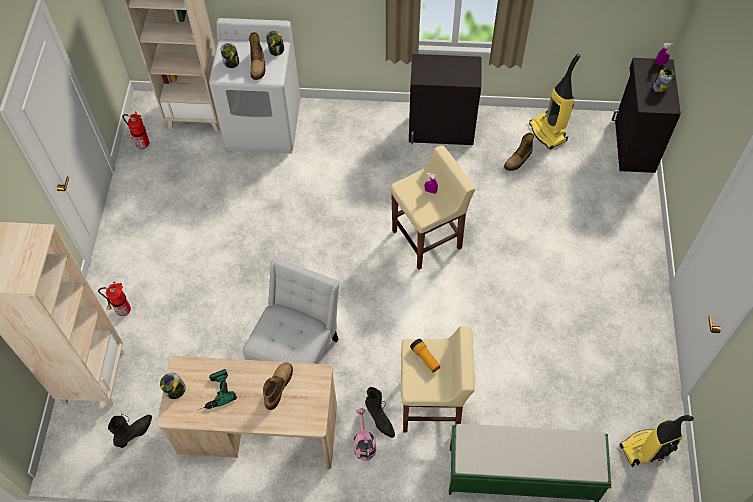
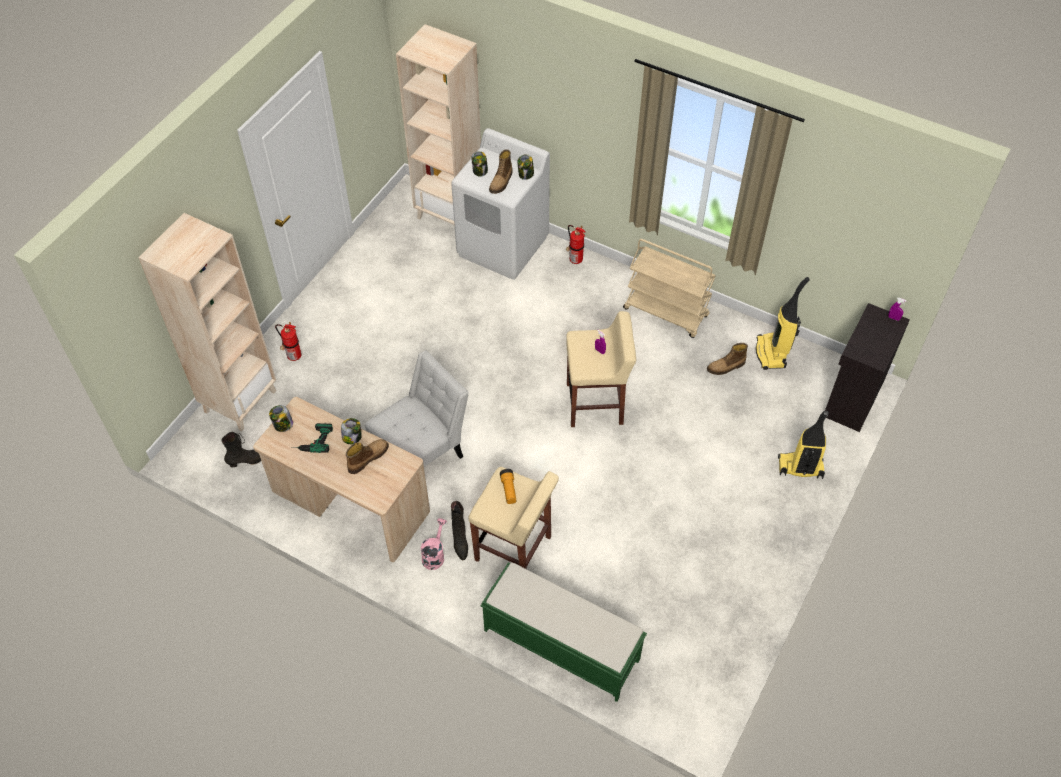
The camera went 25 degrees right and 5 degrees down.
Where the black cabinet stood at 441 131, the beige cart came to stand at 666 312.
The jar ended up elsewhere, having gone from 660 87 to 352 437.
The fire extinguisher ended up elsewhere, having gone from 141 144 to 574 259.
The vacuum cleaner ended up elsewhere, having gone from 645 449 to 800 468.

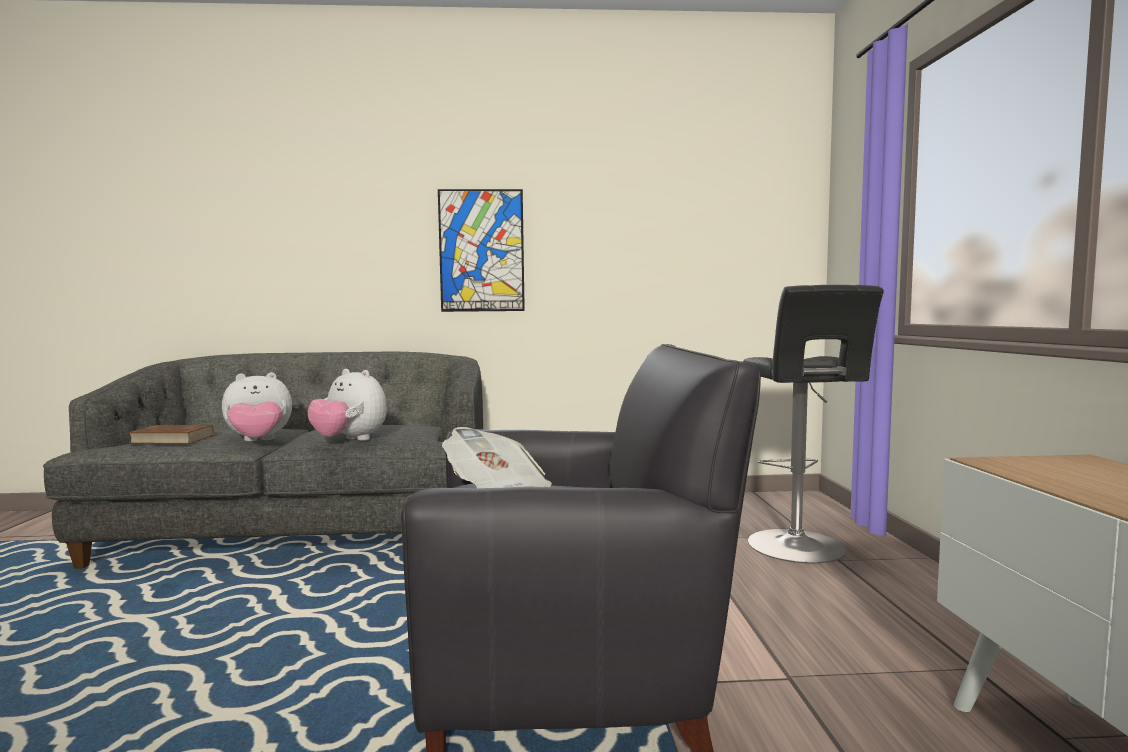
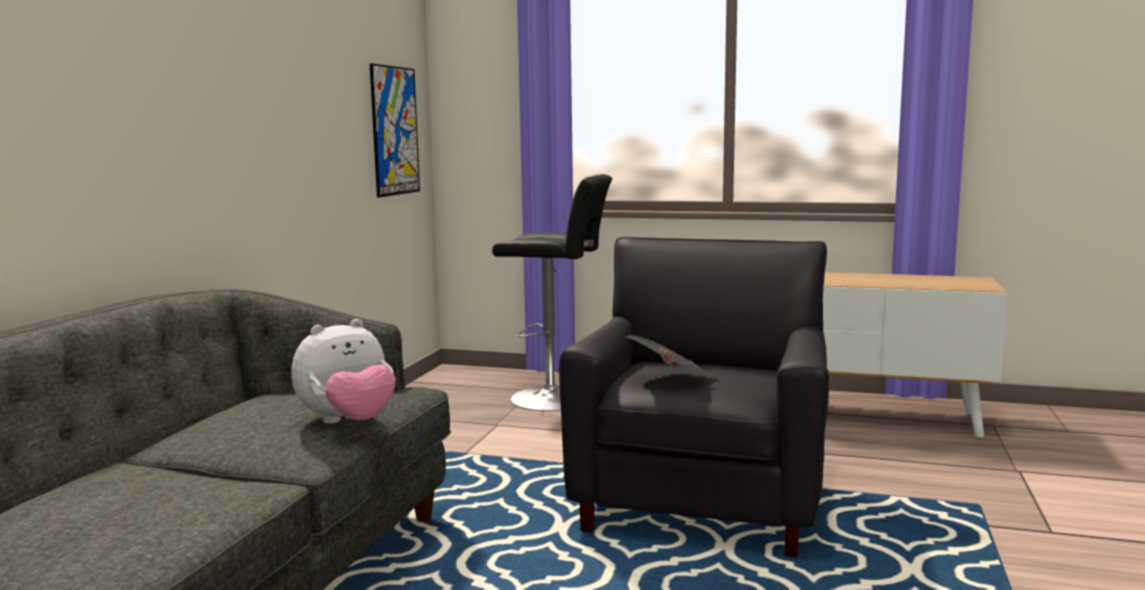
The camera went 70 degrees left and 5 degrees up.
The picture ended up elsewhere, having gone from 481 251 to 395 131.
The second view lost the plush toy at 258 441.
The second view lost the brown book at 172 439.

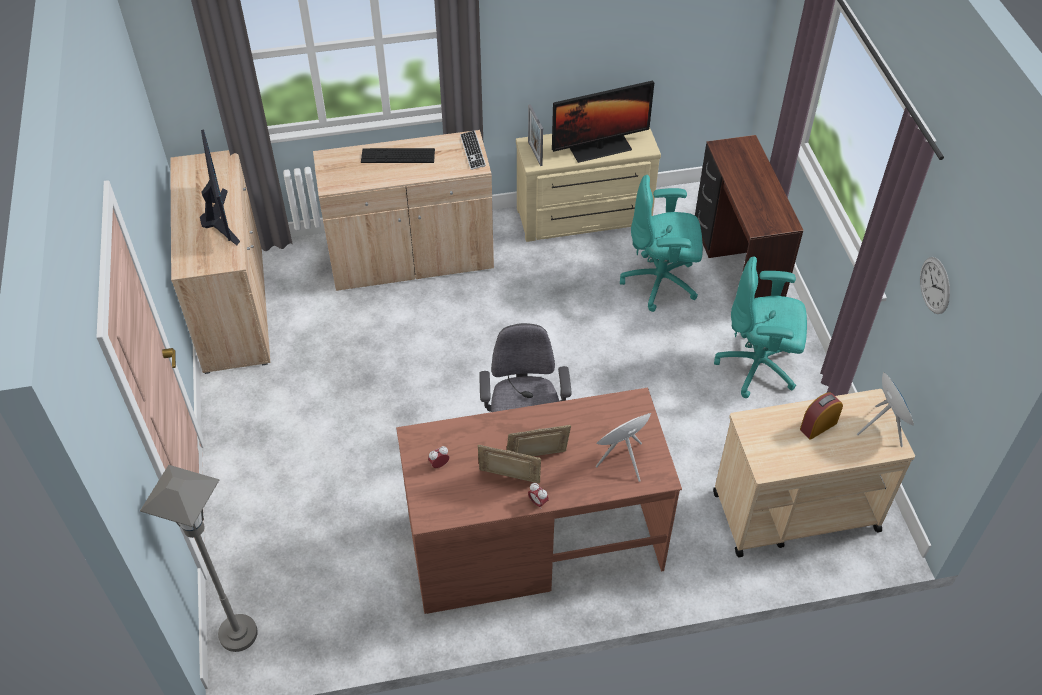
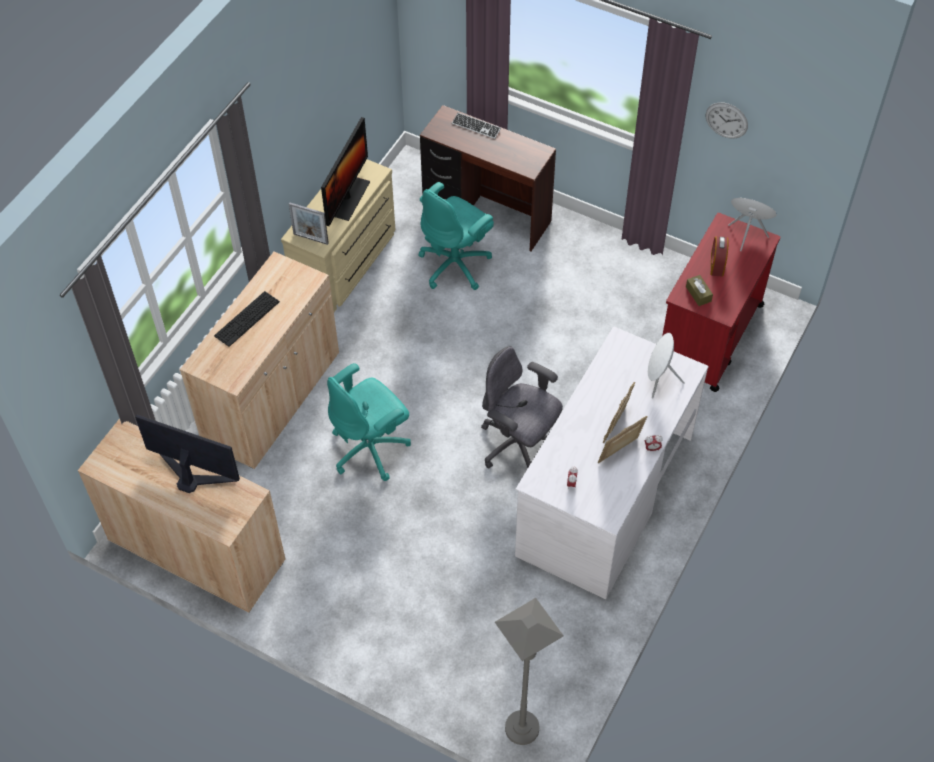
The camera went 50 degrees left and 5 degrees up.
The keyboard ended up elsewhere, having gone from 472 151 to 476 126.
The turquoise office chair ended up elsewhere, having gone from 758 367 to 371 448.
What was the brown desk at 533 541 turned into the white desk at 604 496.
What was the beige cart at 794 511 turned into the red cart at 709 336.
The second view gained the brown tissue box at 698 294.

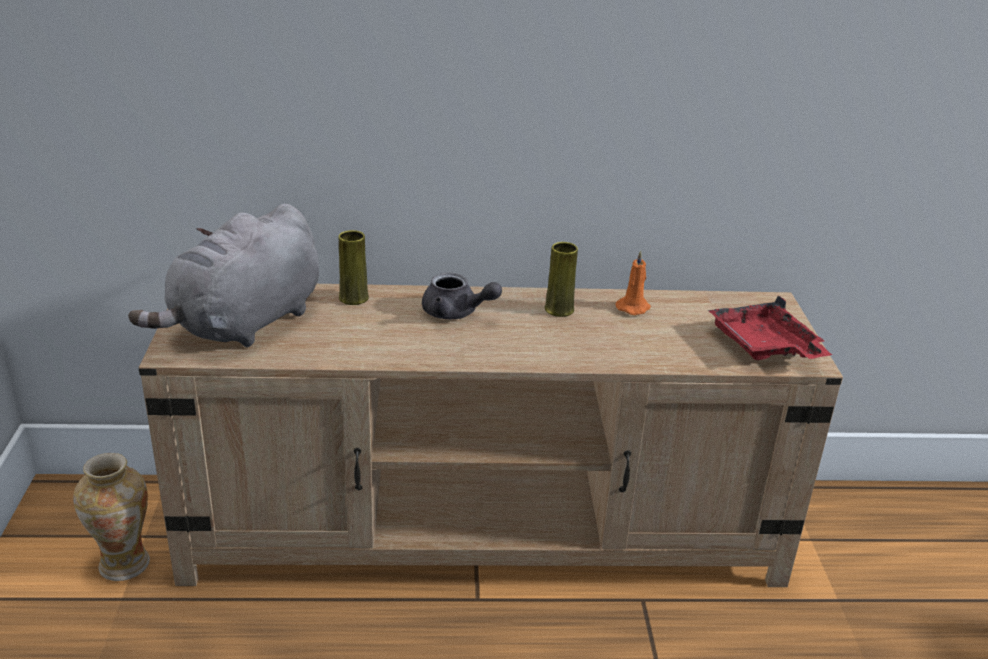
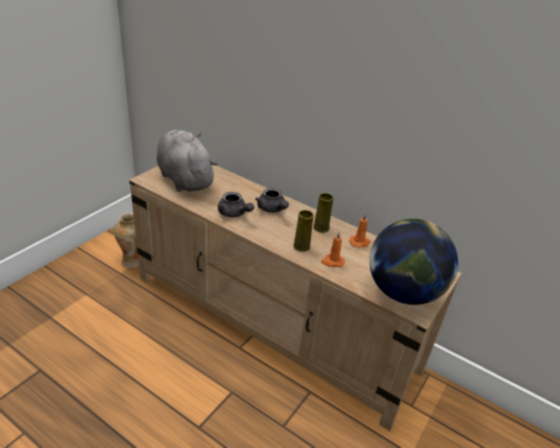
The camera went 35 degrees right and 5 degrees up.
The grey plush toy at 244 324 ended up facing another way, 75 degrees clockwise from before.
The yellow vase ended up elsewhere, having gone from 353 298 to 301 246.
Where the red tray stood at 764 346, the globe came to stand at 403 292.
The second view gained the grey teapot at 234 214.
The second view gained the orange candle at 332 262.

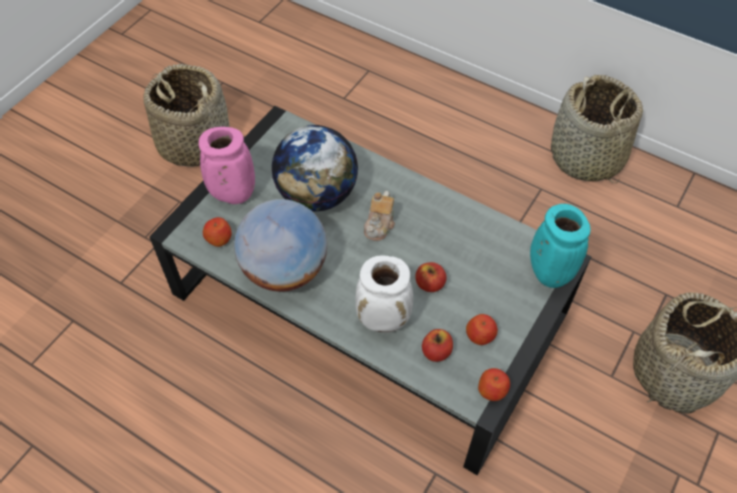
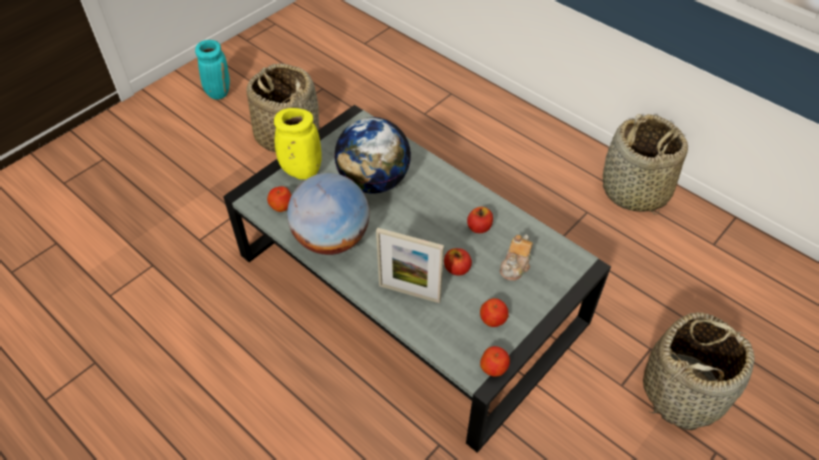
The camera went 10 degrees right and 5 degrees down.
What was the pink vase at 232 195 turned into the yellow vase at 301 172.
The teapot ended up elsewhere, having gone from 379 225 to 515 266.
The turquoise vase ended up elsewhere, having gone from 548 272 to 218 92.
Where the white vase stood at 384 320, the picture frame came to stand at 409 293.
The apple ended up elsewhere, having gone from 436 352 to 479 227.

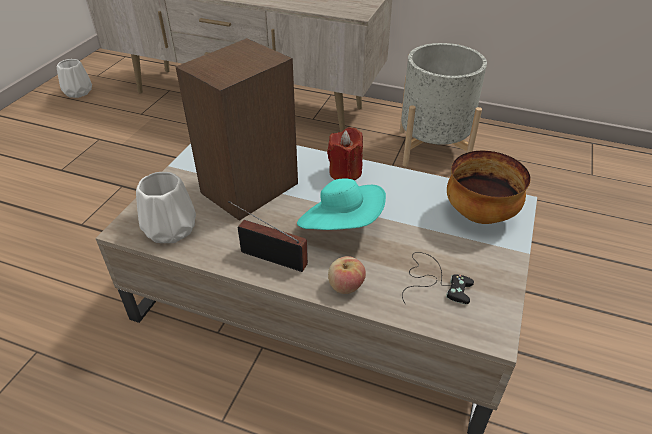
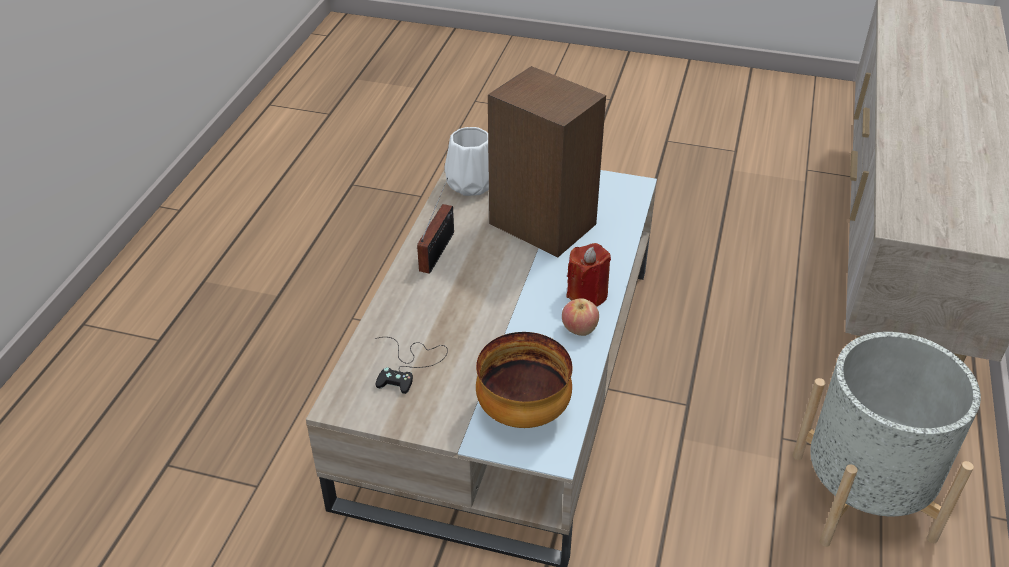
The camera went 85 degrees right and 0 degrees up.
The second view lost the white vase at 78 92.
The second view lost the turquoise hat at 341 225.
The apple ended up elsewhere, having gone from 345 286 to 579 329.

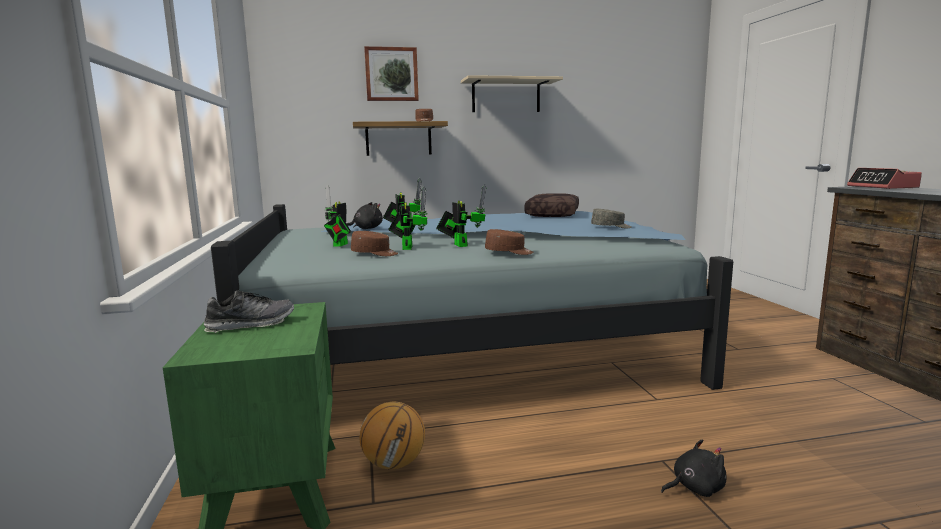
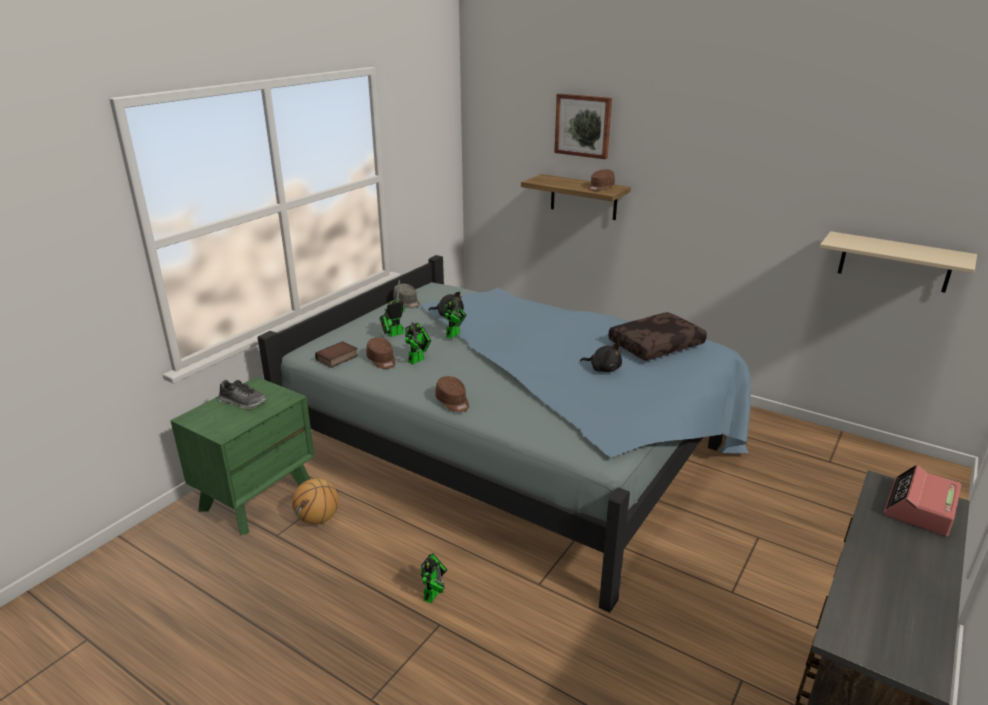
The camera went 45 degrees right and 15 degrees up.
The beige shelf ended up elsewhere, having gone from 506 96 to 895 262.
The toy robot ended up elsewhere, having gone from 459 245 to 433 593.
The grey cap ended up elsewhere, having gone from 611 227 to 407 302.
The black plush toy ended up elsewhere, having gone from 694 488 to 603 369.
The second view gained the book at 337 358.

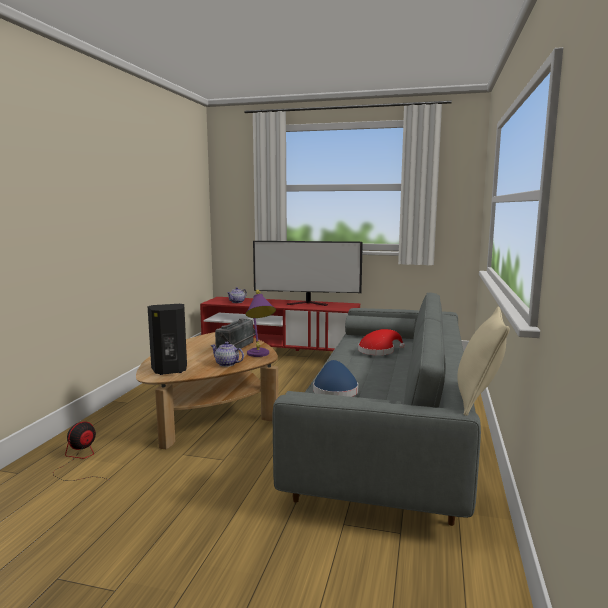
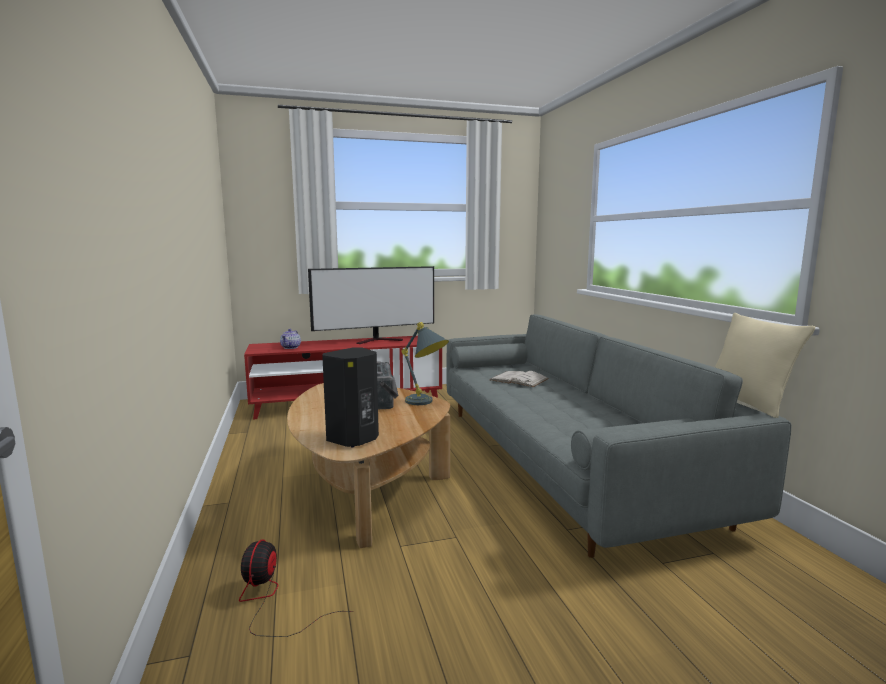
The camera went 30 degrees left and 0 degrees up.
What was the purple table lamp at 259 356 turned into the grey table lamp at 426 403.
Where the red hat stood at 378 351, the white book came to stand at 519 379.
The second view lost the teapot at 227 364.
The second view lost the blue hat at 334 390.

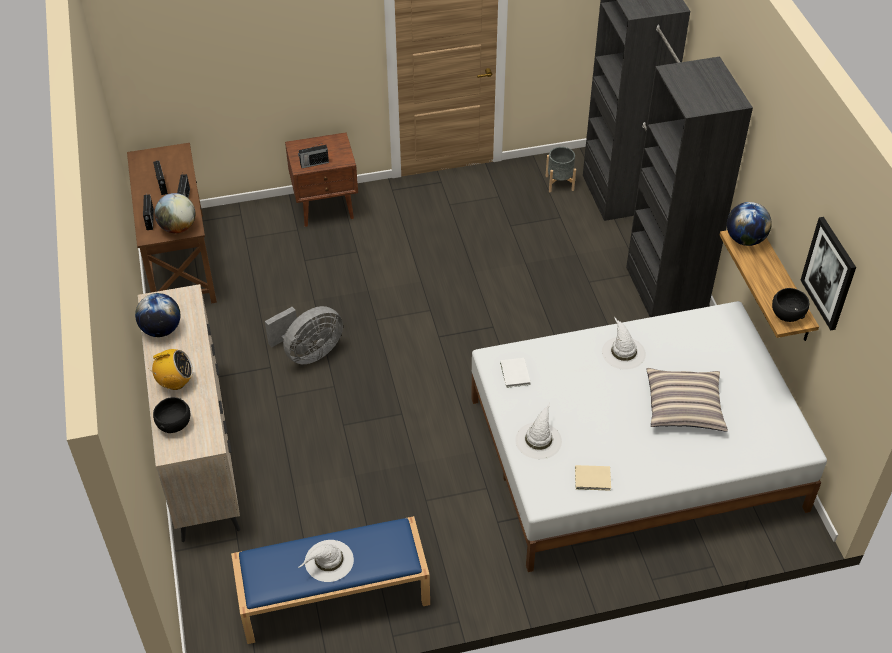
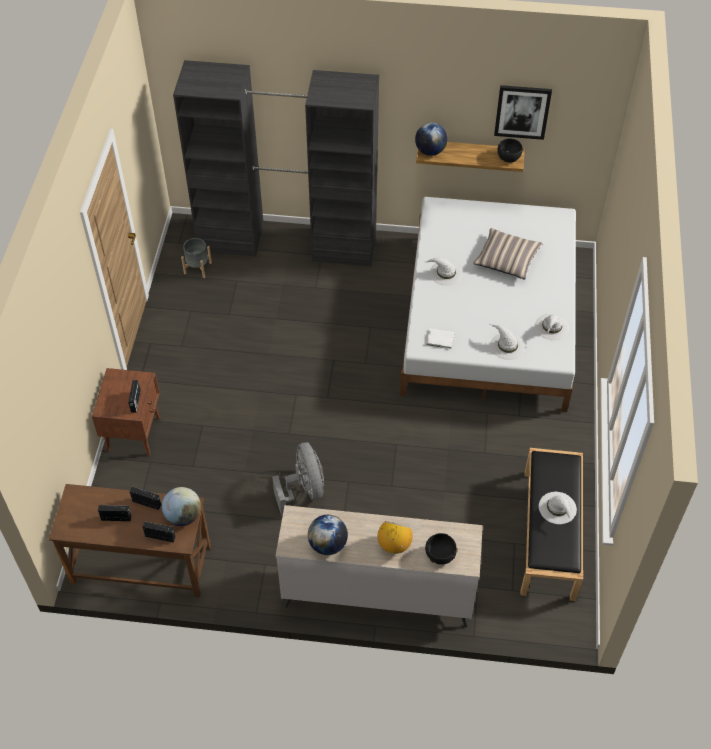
The camera went 70 degrees left and 5 degrees up.
Where the beige book stood at 593 479, the white hat came to stand at 551 327.
What was the blue bench at 332 595 turned into the black bench at 549 534.

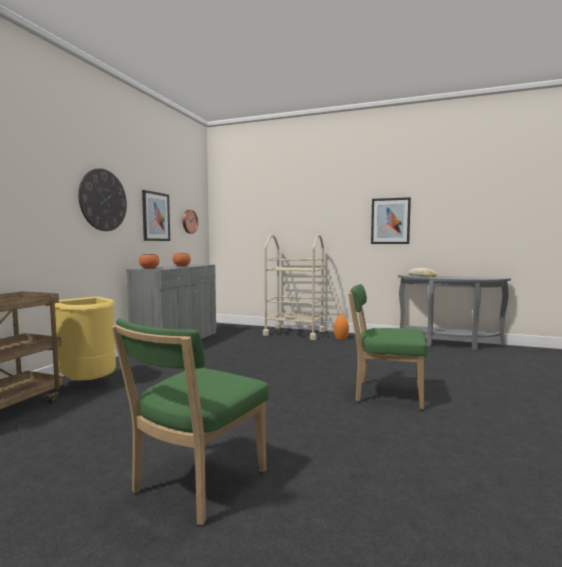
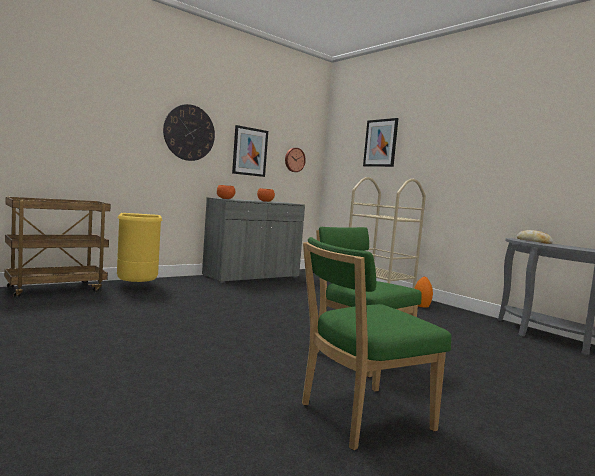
The camera went 30 degrees right and 0 degrees up.
The picture ended up elsewhere, having gone from 390 221 to 380 143.
The green chair ended up elsewhere, having gone from 196 484 to 360 418.

